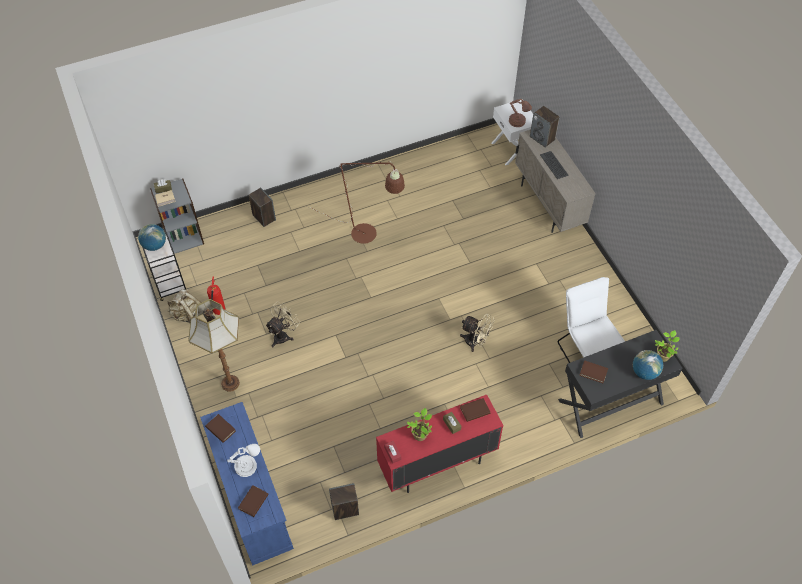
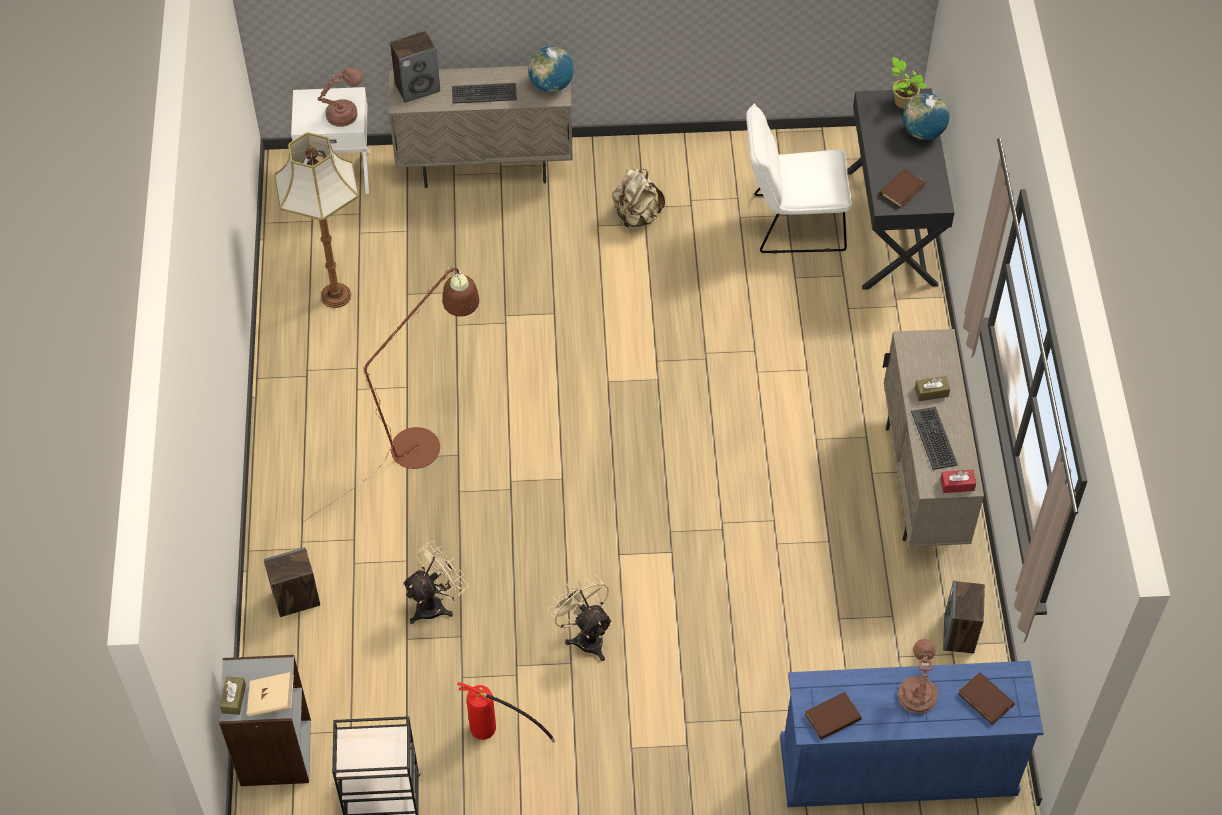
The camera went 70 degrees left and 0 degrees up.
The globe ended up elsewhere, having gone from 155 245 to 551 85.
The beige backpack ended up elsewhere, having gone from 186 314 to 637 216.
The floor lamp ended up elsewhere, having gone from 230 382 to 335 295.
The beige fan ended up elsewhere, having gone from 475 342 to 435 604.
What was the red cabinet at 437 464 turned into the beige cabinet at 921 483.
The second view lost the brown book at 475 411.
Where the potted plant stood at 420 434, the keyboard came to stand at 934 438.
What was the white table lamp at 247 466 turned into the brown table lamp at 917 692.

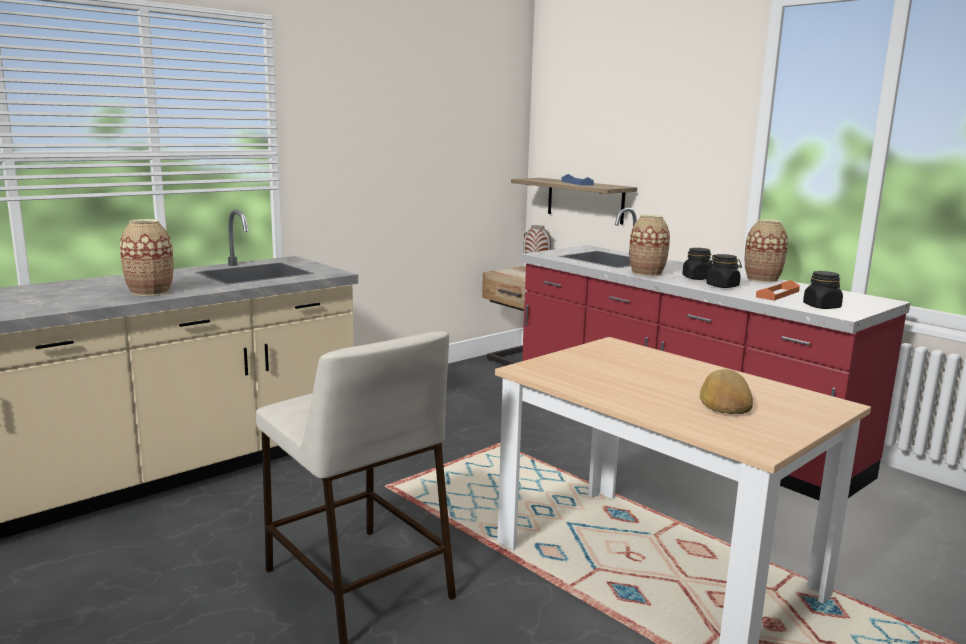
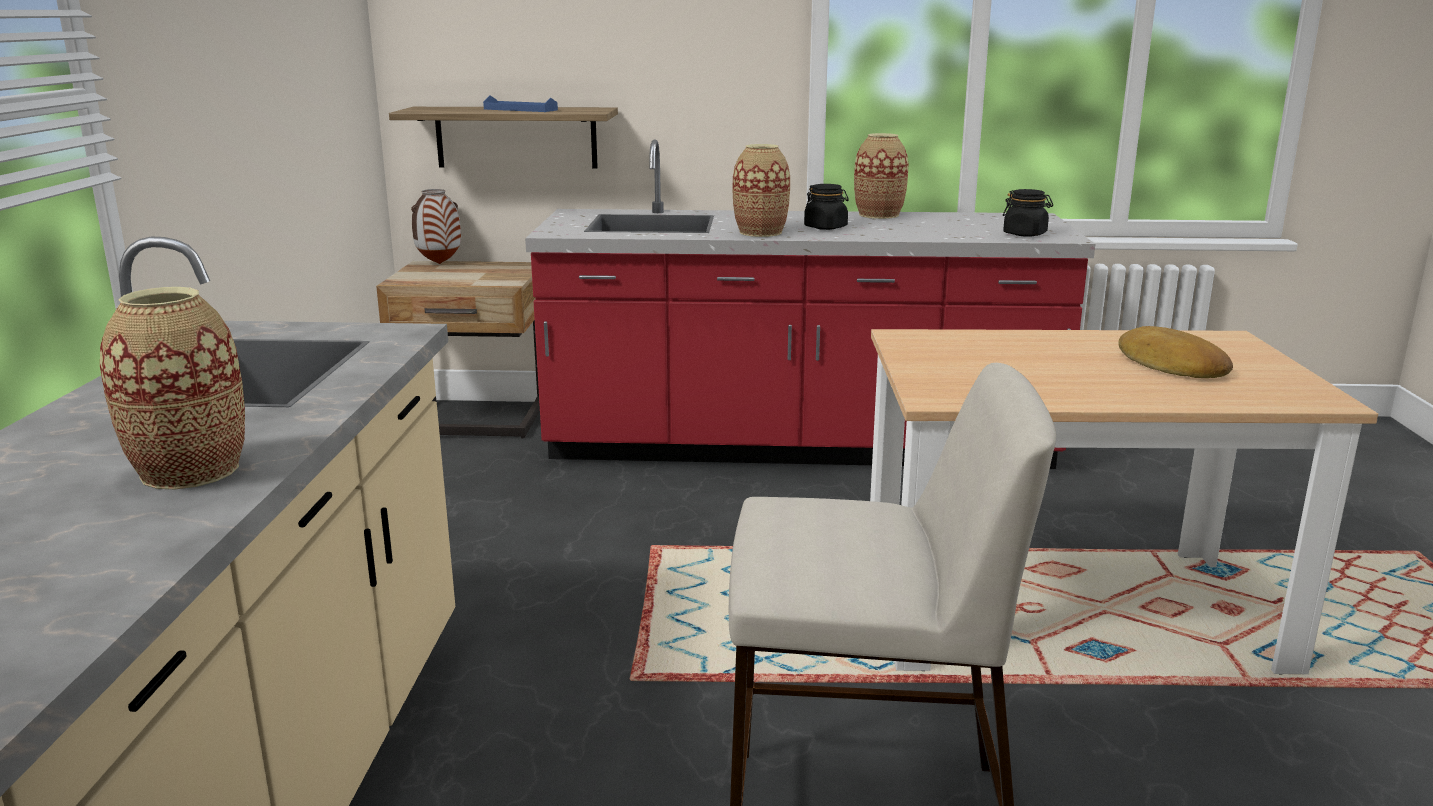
The camera went 45 degrees left and 5 degrees up.
The second view lost the black jar at 722 286.
The second view lost the orange tray at 777 294.

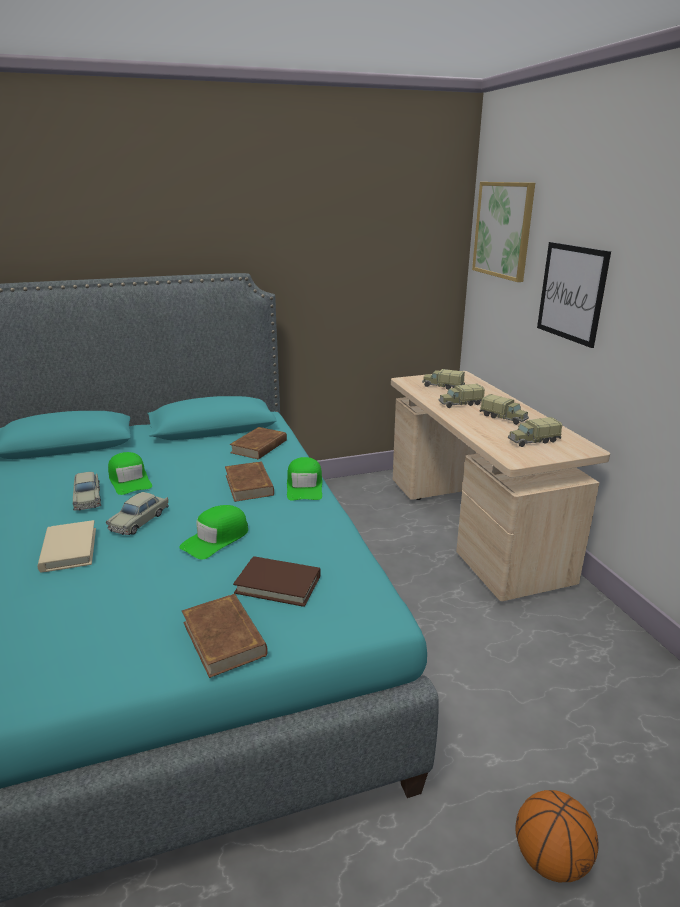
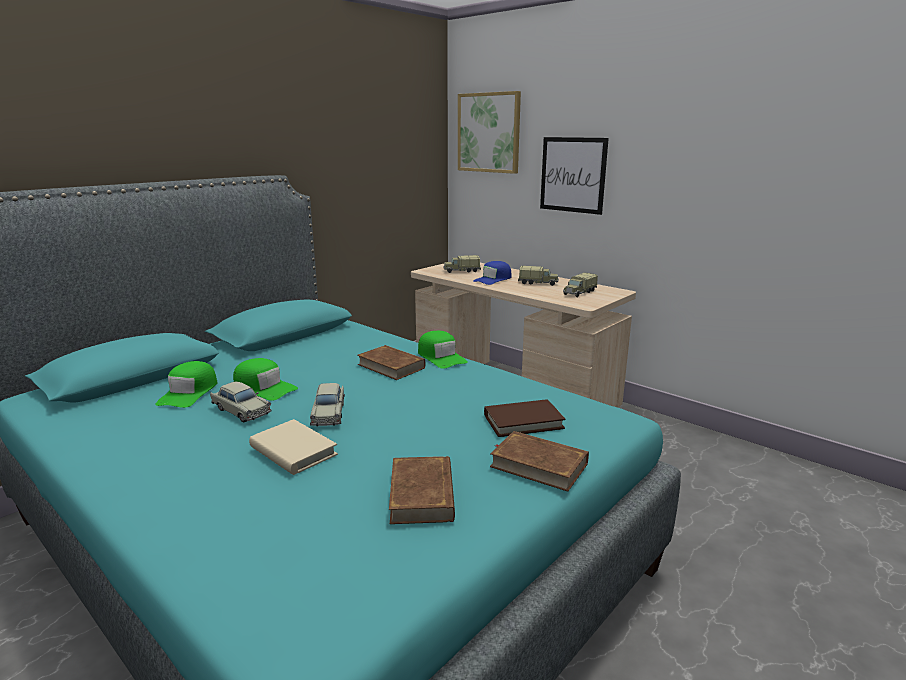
The camera went 30 degrees left and 5 degrees down.
Where the toy truck stood at 460 404, the blue cap came to stand at 493 279.
The brown book ended up elsewhere, having gone from 259 447 to 422 494.
The green cap ended up elsewhere, having gone from 216 539 to 189 393.
The second view lost the basketball at 550 859.

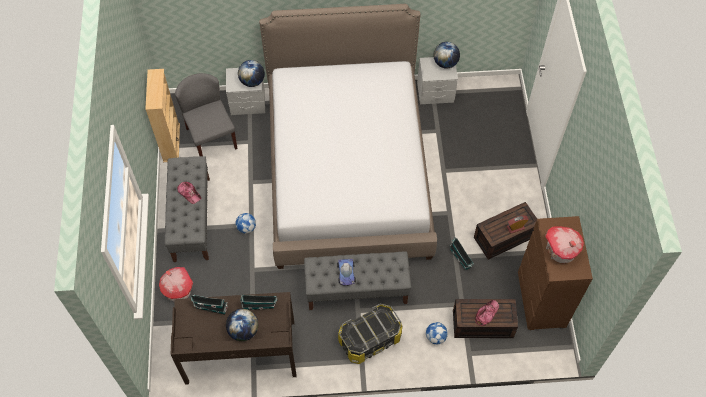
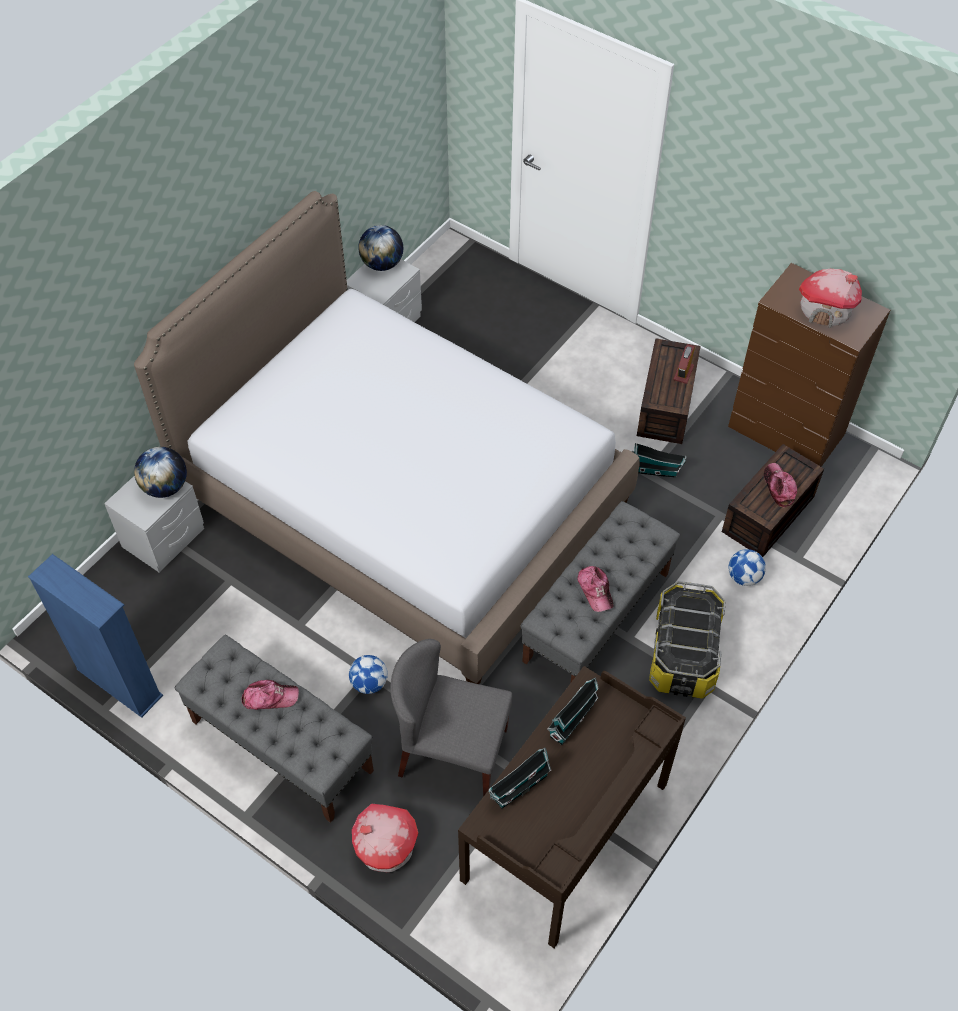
The camera went 50 degrees left and 5 degrees down.
What was the beige bookcase at 171 142 turned into the blue bookcase at 119 683.
The grey chair ended up elsewhere, having gone from 211 138 to 452 752.
Where the toy car stood at 346 273, the cap came to stand at 595 590.
The second view lost the globe at 243 331.

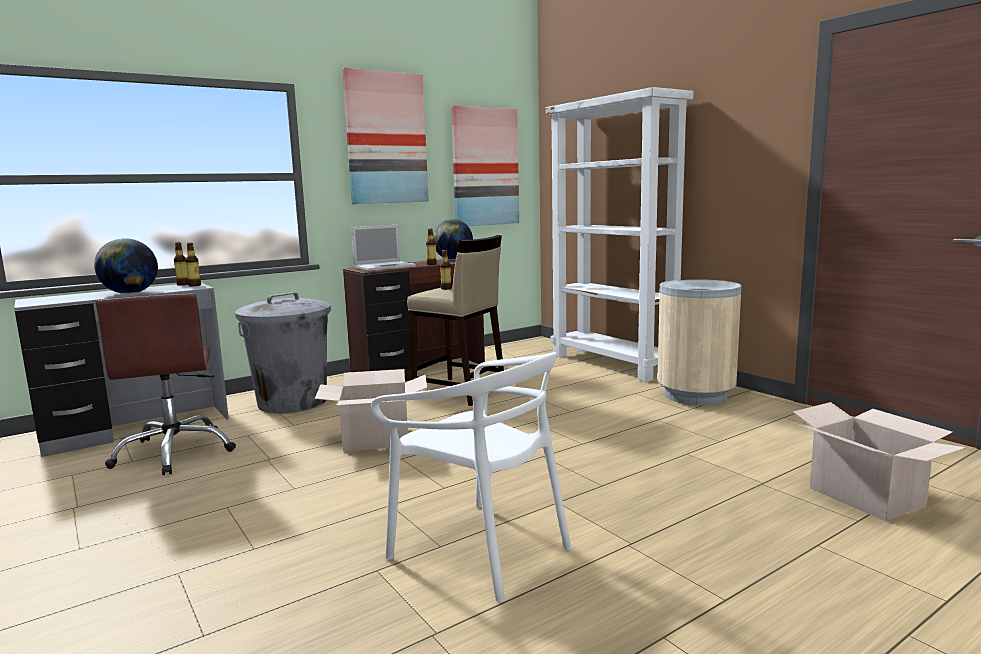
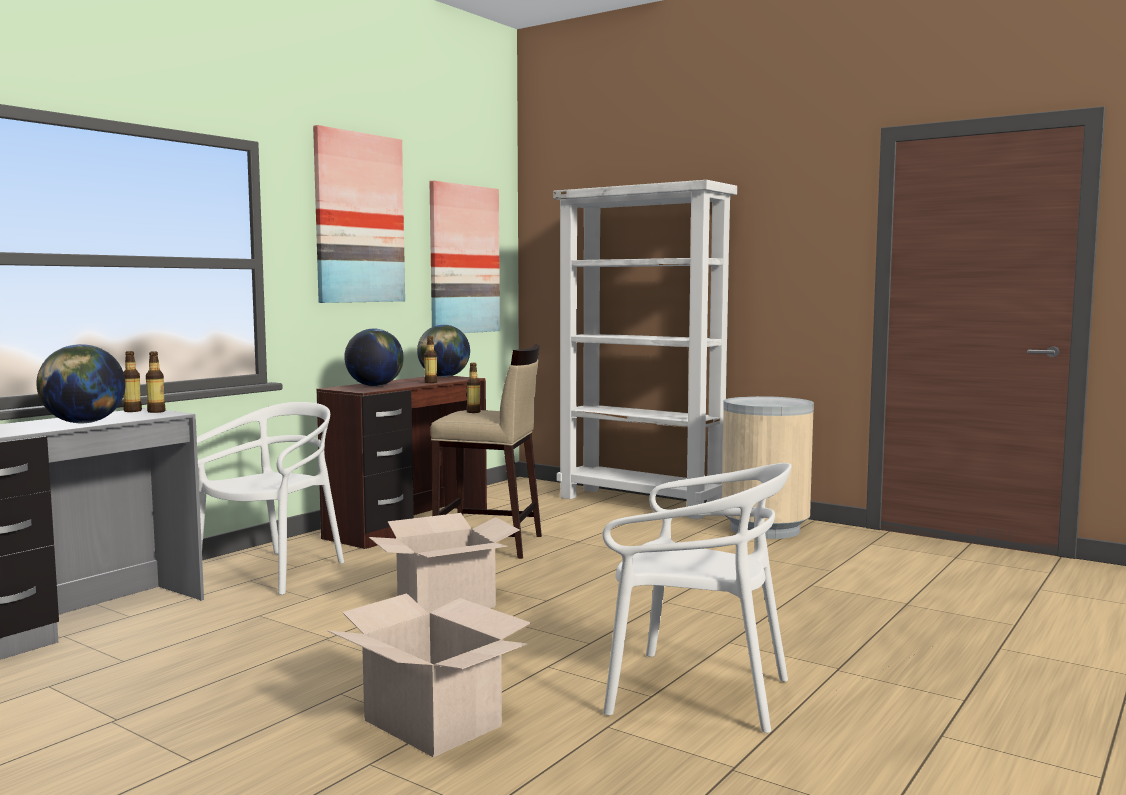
The camera went 20 degrees left and 5 degrees down.
Where the laptop stood at 385 267, the globe came to stand at 374 386.
Where the grey trash can stood at 293 402, the white chair came to stand at 273 572.
The second view lost the brown office chair at 175 452.
The cardboard box ended up elsewhere, having gone from 865 496 to 431 723.

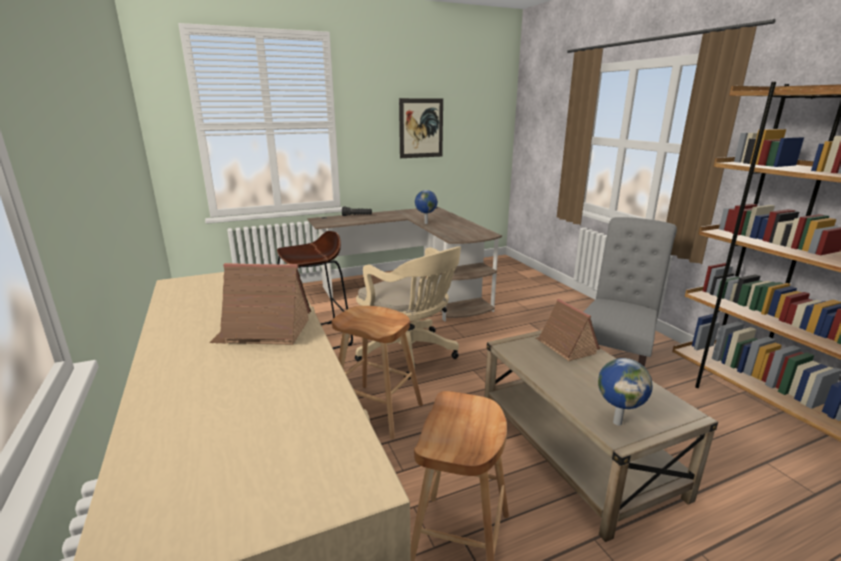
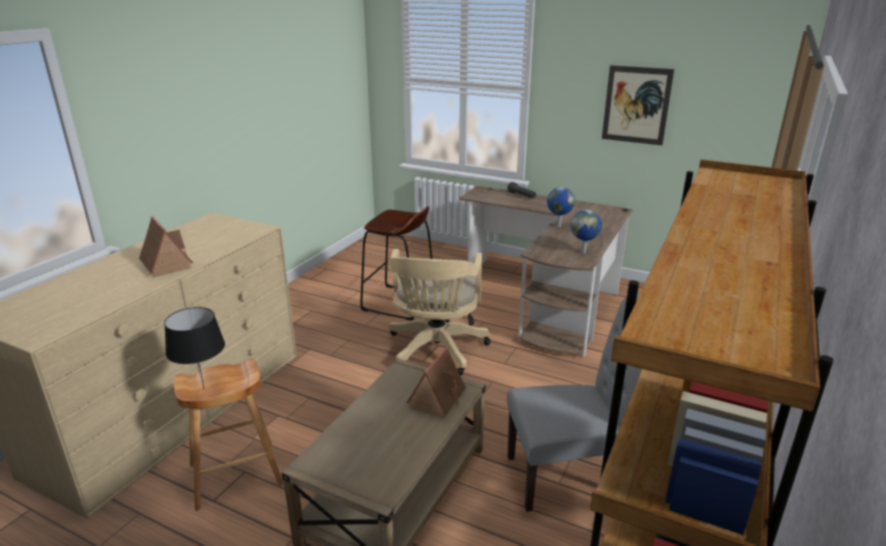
The camera went 50 degrees right and 5 degrees up.
The second view lost the brown stool at 376 410.
The globe ended up elsewhere, having gone from 617 422 to 583 252.
The second view gained the black table lamp at 205 389.

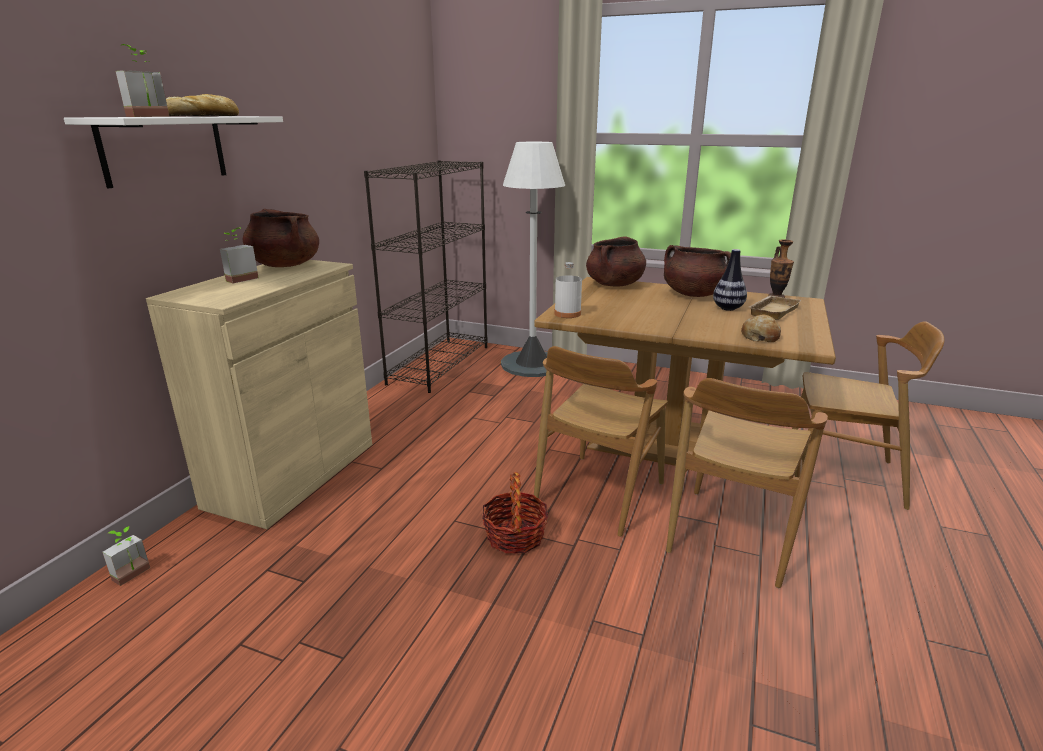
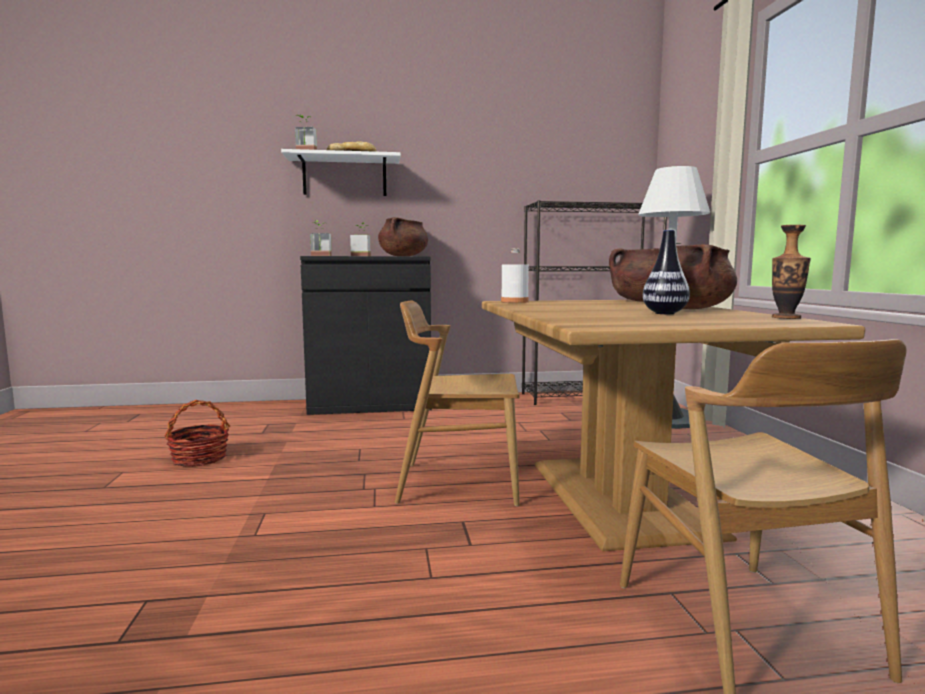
The camera went 60 degrees right and 15 degrees down.
What was the beige cabinet at 293 474 turned into the black cabinet at 370 405.
The second view lost the beige tray at 772 311.
The second view lost the bread at 760 336.
The second view lost the brown chair at 732 535.
The basket ended up elsewhere, having gone from 515 536 to 199 459.
The potted plant ended up elsewhere, having gone from 135 576 to 320 255.

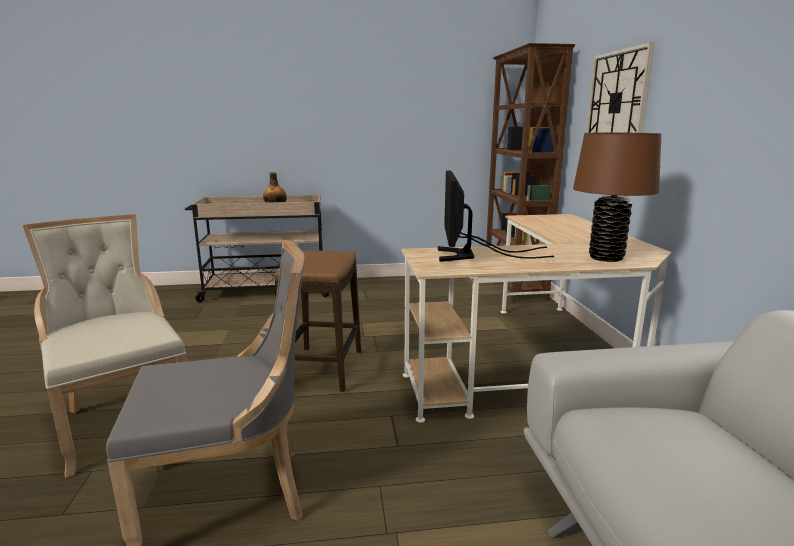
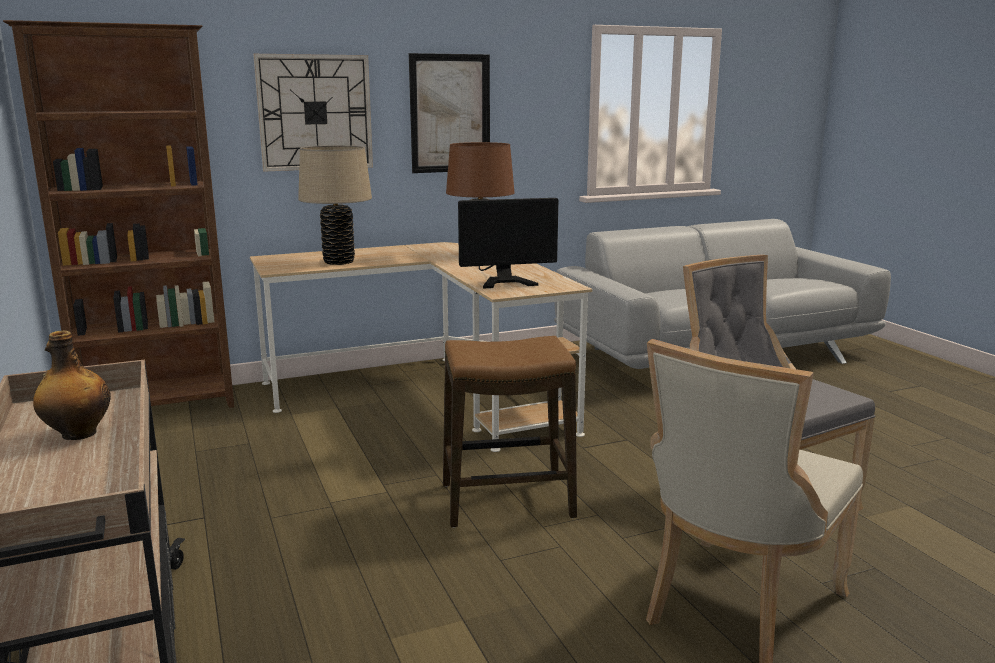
The camera went 105 degrees left and 0 degrees up.
The second view gained the picture at 450 113.
The second view gained the beige table lamp at 339 262.

